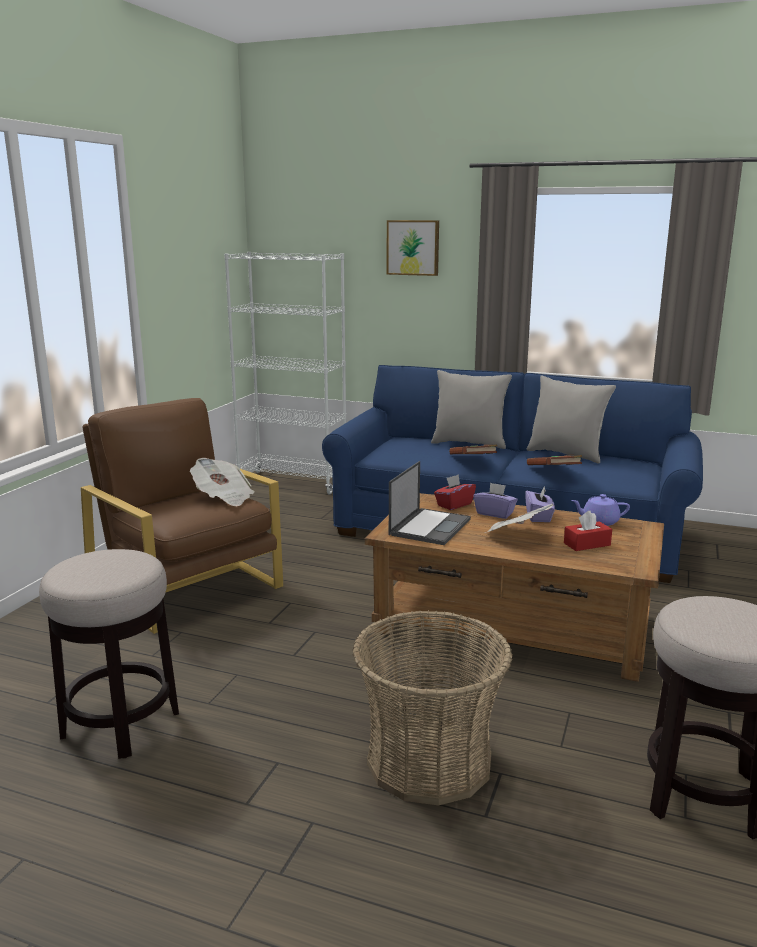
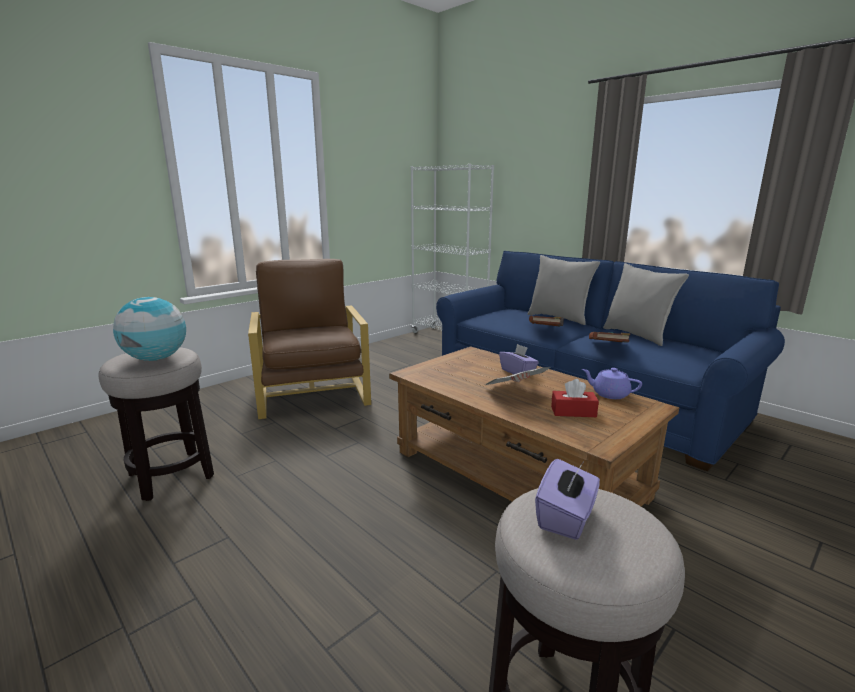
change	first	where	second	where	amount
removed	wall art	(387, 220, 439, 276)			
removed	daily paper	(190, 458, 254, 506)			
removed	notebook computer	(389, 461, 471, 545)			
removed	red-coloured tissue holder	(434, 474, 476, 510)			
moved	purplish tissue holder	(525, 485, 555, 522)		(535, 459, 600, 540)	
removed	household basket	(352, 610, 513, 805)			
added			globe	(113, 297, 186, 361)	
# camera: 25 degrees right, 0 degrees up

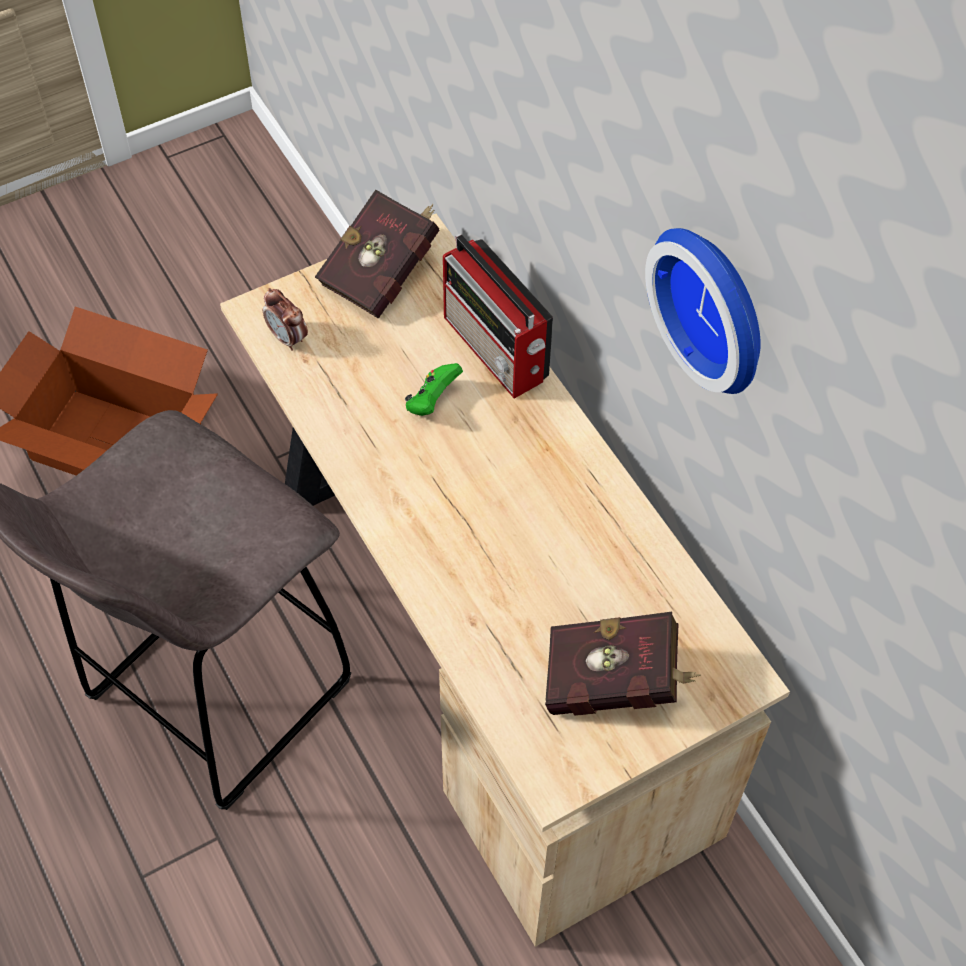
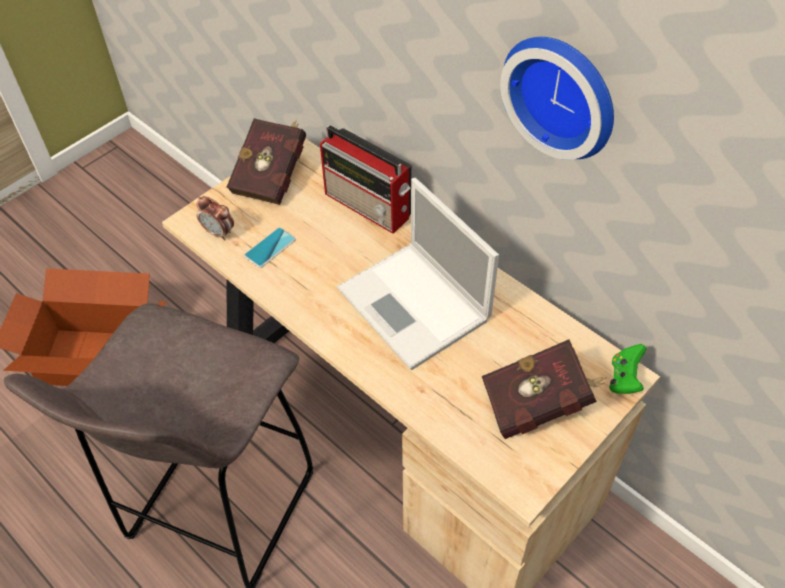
change	first	where	second	where	amount
moved	green gamepad	(405, 363, 463, 416)		(609, 344, 647, 394)	
added			notebook computer	(337, 178, 499, 370)	
added			phone	(244, 227, 296, 268)	
# camera: 15 degrees left, 5 degrees down

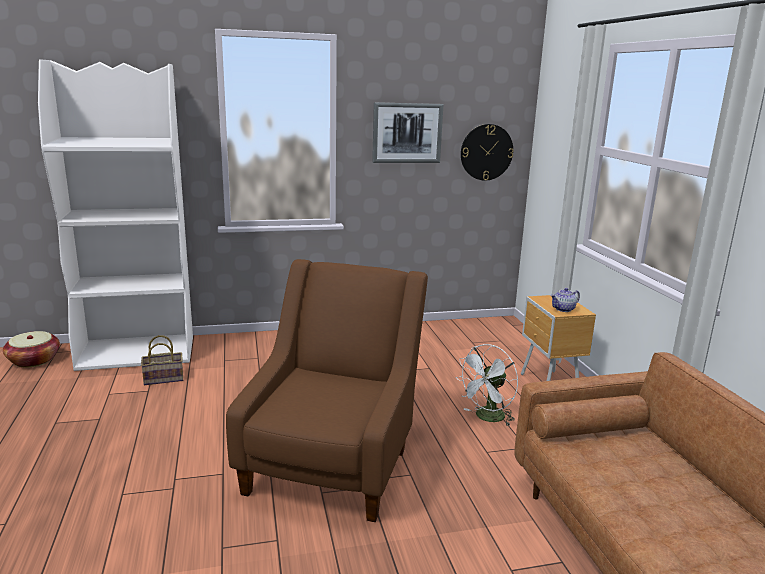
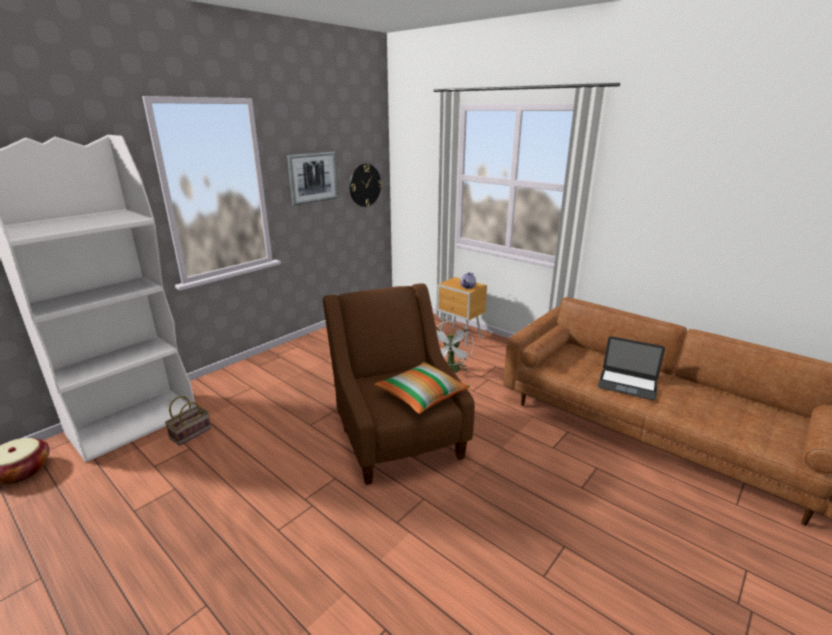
change	first	where	second	where	amount
added			notebook computer	(598, 336, 665, 400)	
added			cushion	(374, 361, 470, 414)	
# camera: 35 degrees left, 5 degrees up

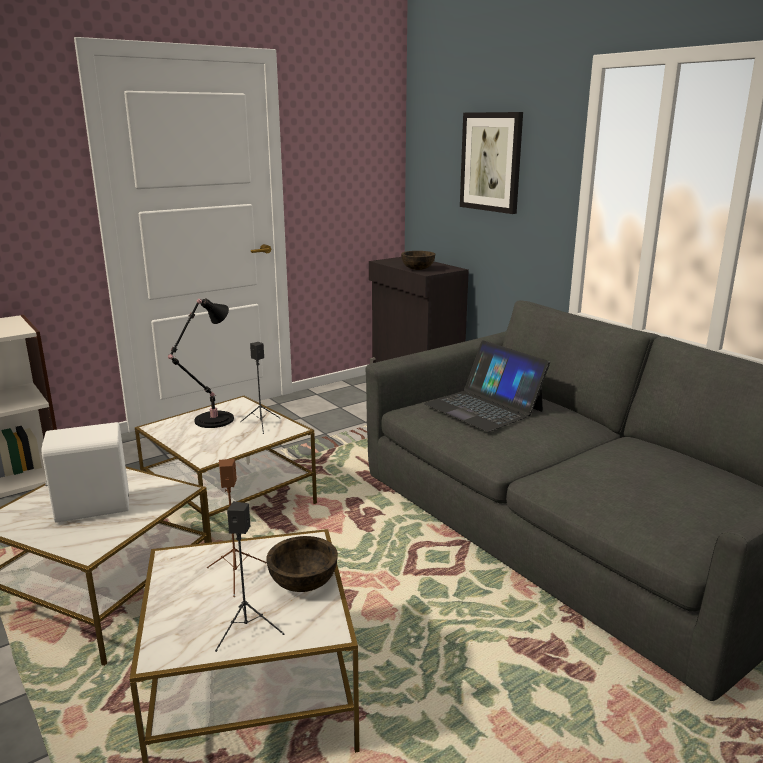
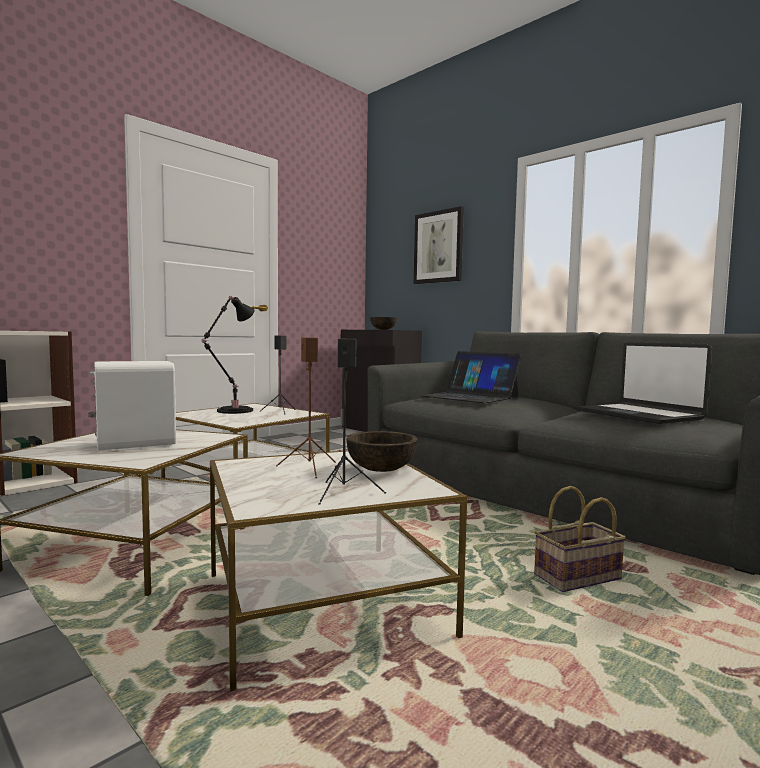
change	first	where	second	where	amount
added			notebook computer	(579, 342, 712, 424)	
added			household basket	(534, 486, 626, 592)	
# camera: 10 degrees left, 15 degrees down

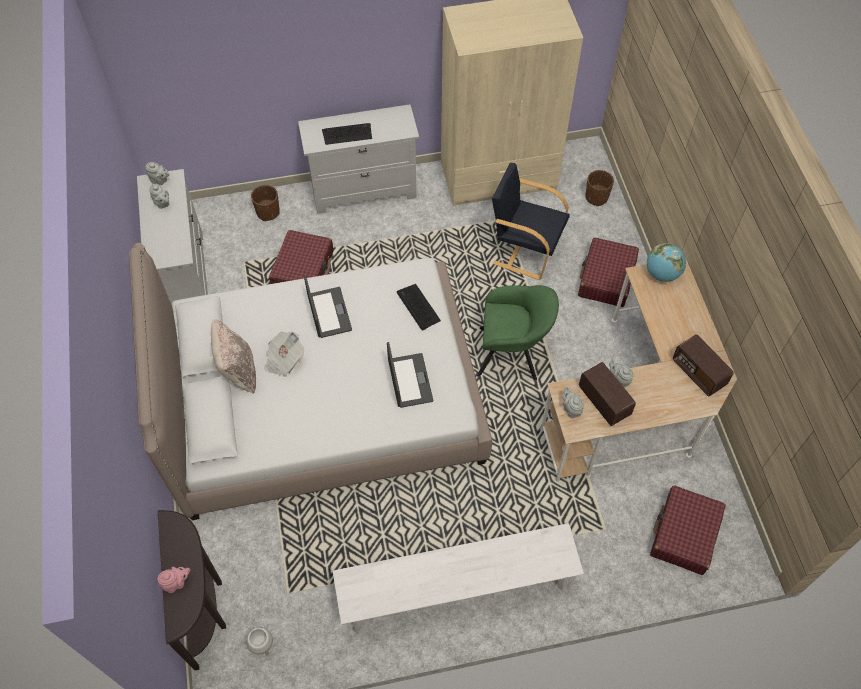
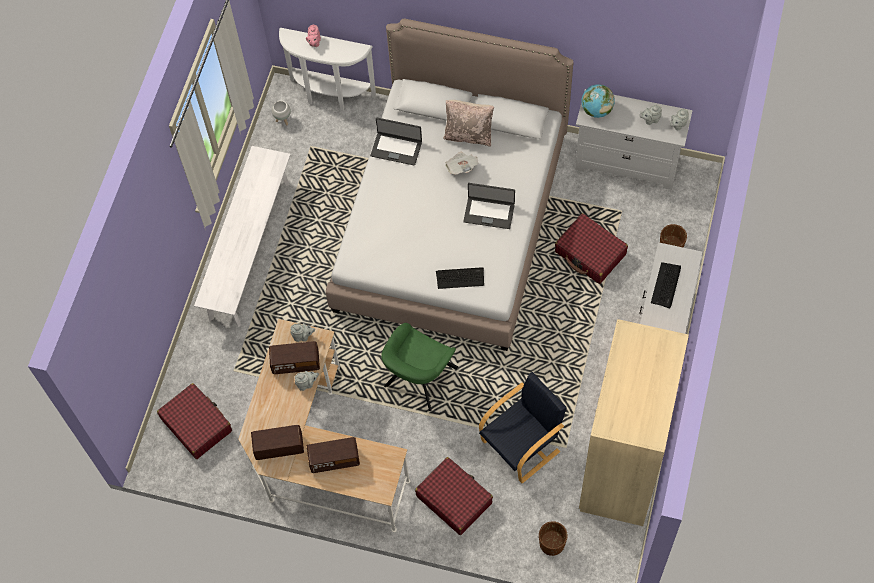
change	first	where	second	where	amount
moved	globe	(647, 243, 686, 282)		(581, 84, 615, 118)	
moved	notebook computer	(387, 342, 433, 408)		(370, 118, 422, 166)	
recoloured	brown-coloured console table	(158, 510, 226, 670)	whitish console table	(279, 28, 376, 111)	
added			radio	(307, 437, 360, 473)	
# camera: 120 degrees right, 5 degrees up

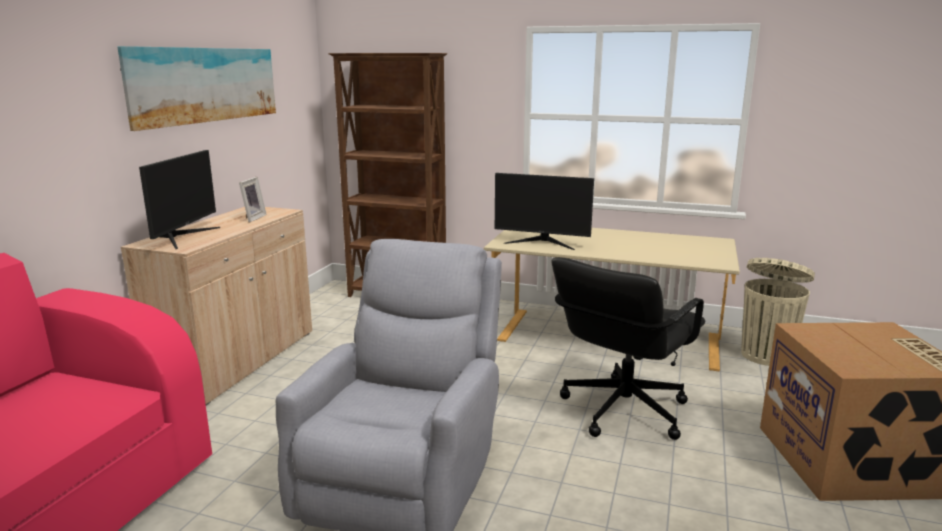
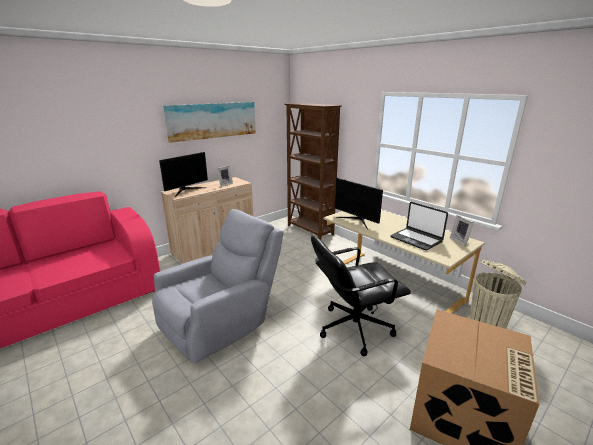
change	first	where	second	where	amount
added			notebook computer	(390, 202, 448, 250)	
added			photo frame	(450, 215, 474, 246)	
# camera: 30 degrees right, 5 degrees up

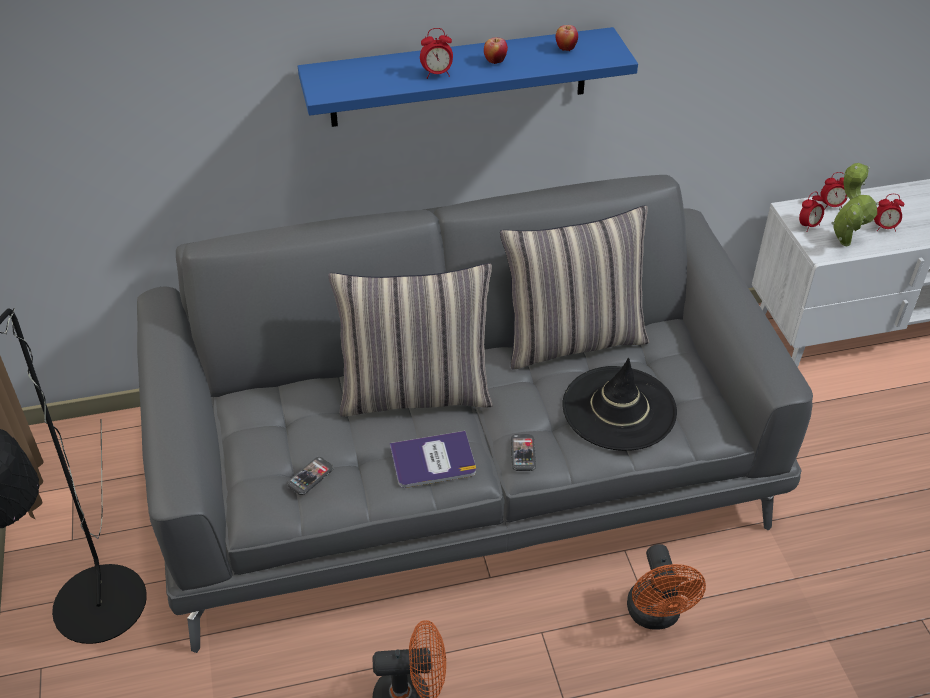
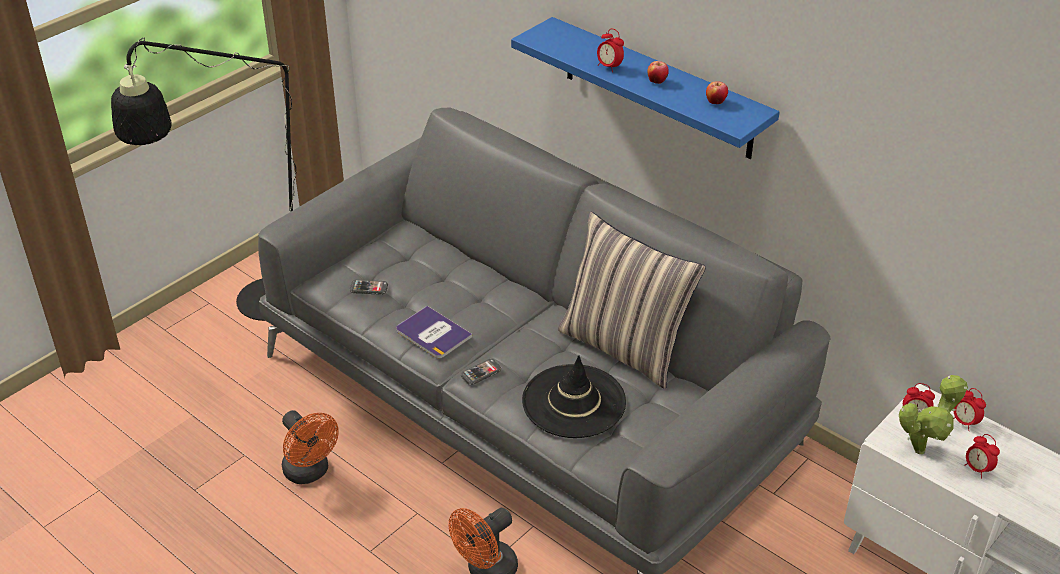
change	first	where	second	where	amount
removed	cushion	(328, 263, 493, 417)			
# camera: 55 degrees right, 5 degrees down

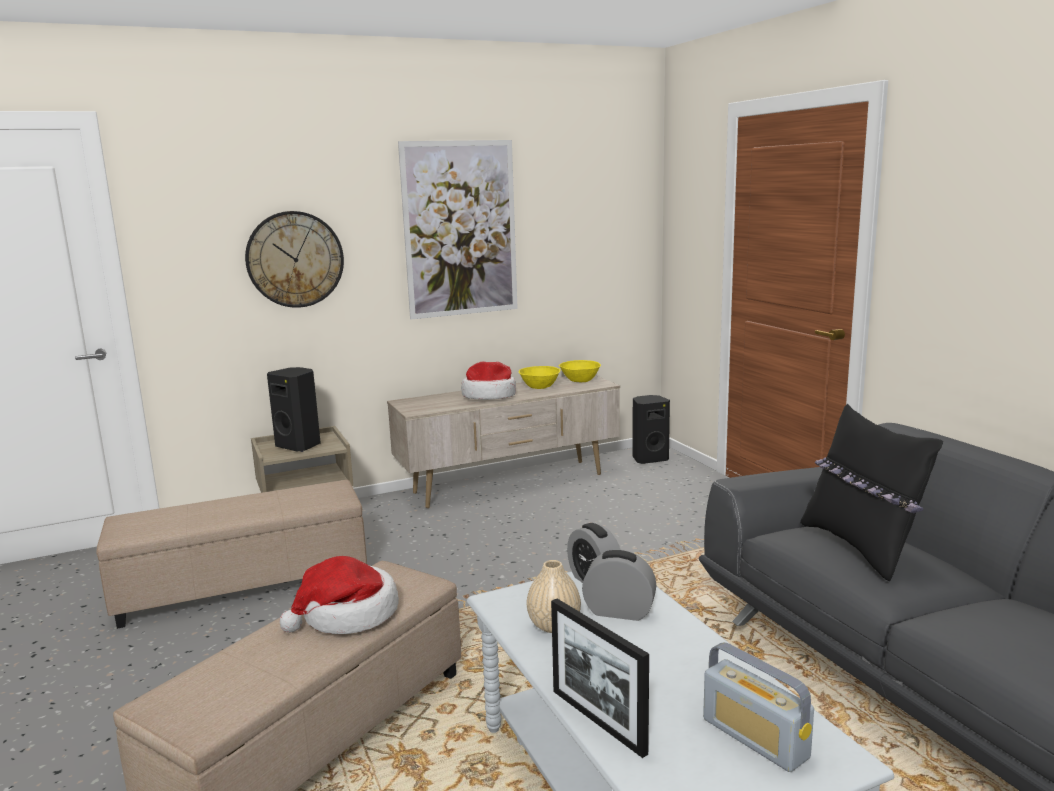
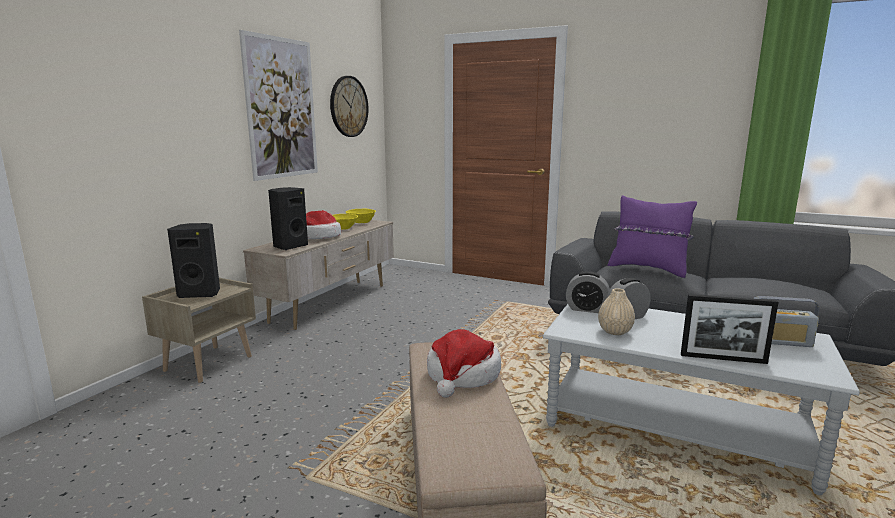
change	first	where	second	where	amount
moved	clock on the wall	(245, 211, 344, 308)		(330, 76, 368, 137)	
moved	black speaker	(632, 395, 670, 464)		(268, 187, 308, 250)	
recoloured	black cushion	(800, 404, 943, 581)	purplish cushion	(608, 195, 697, 278)	
removed	beige ottoman	(96, 480, 367, 629)			
# camera: 40 degrees left, 0 degrees up

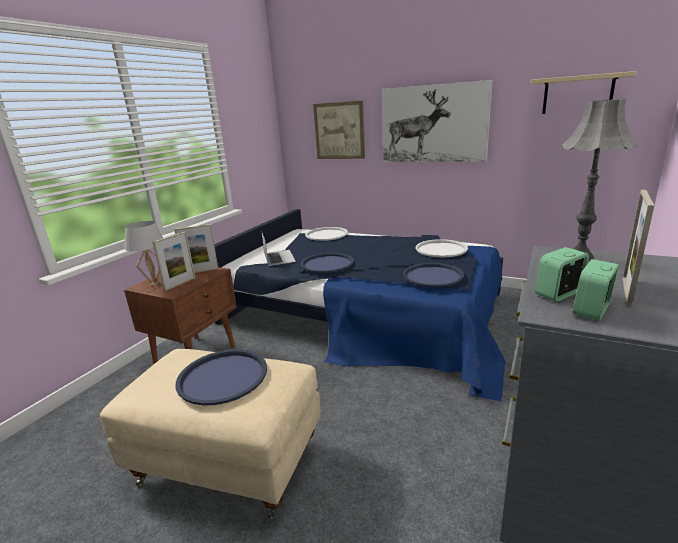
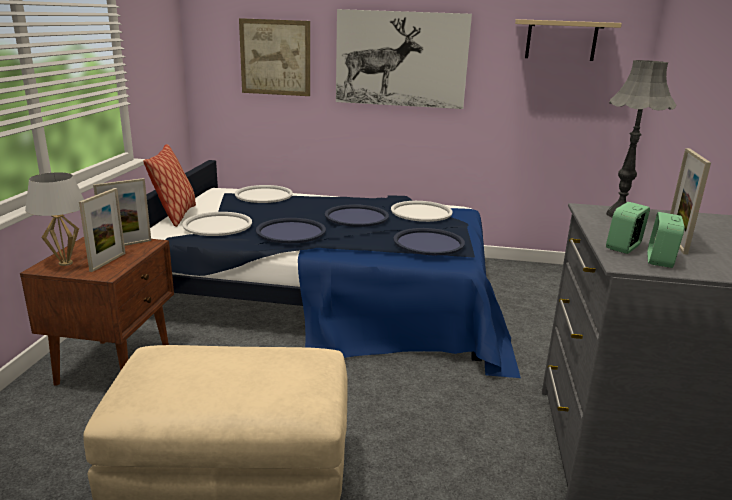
change	first	where	second	where	amount
replaced	notebook computer	(261, 230, 296, 266)	whitish tray	(182, 212, 252, 236)	
moved	blue tray	(176, 349, 267, 406)		(325, 204, 389, 227)	
added			cushion	(143, 144, 196, 227)	
# camera: 20 degrees left, 0 degrees up

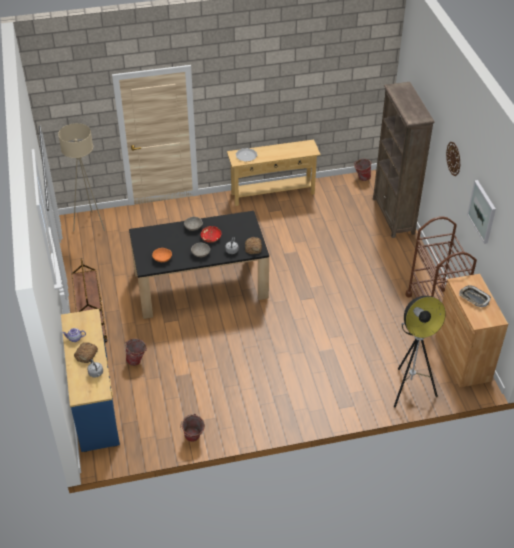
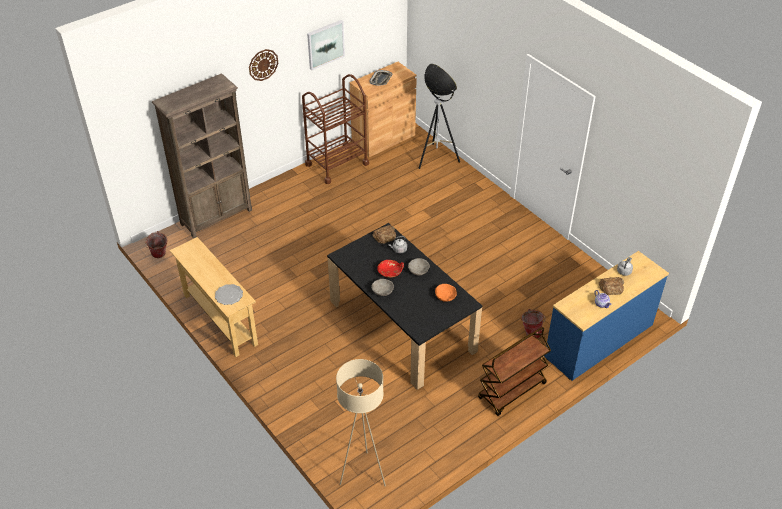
change	first	where	second	where	amount
removed	pail	(180, 414, 205, 442)			
# camera: 115 degrees left, 0 degrees up

